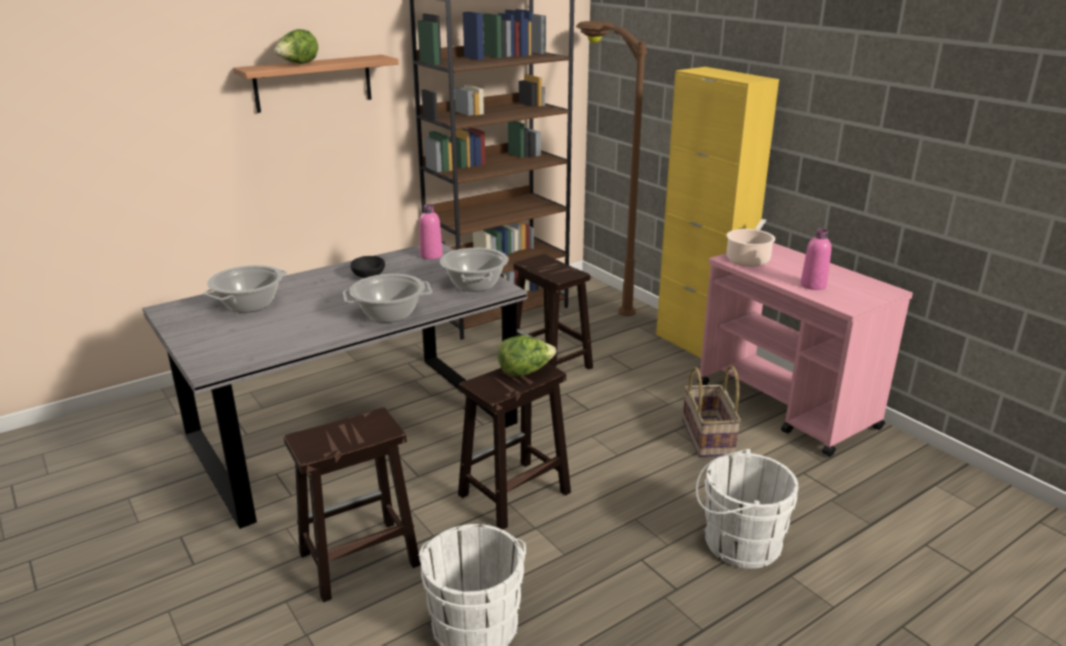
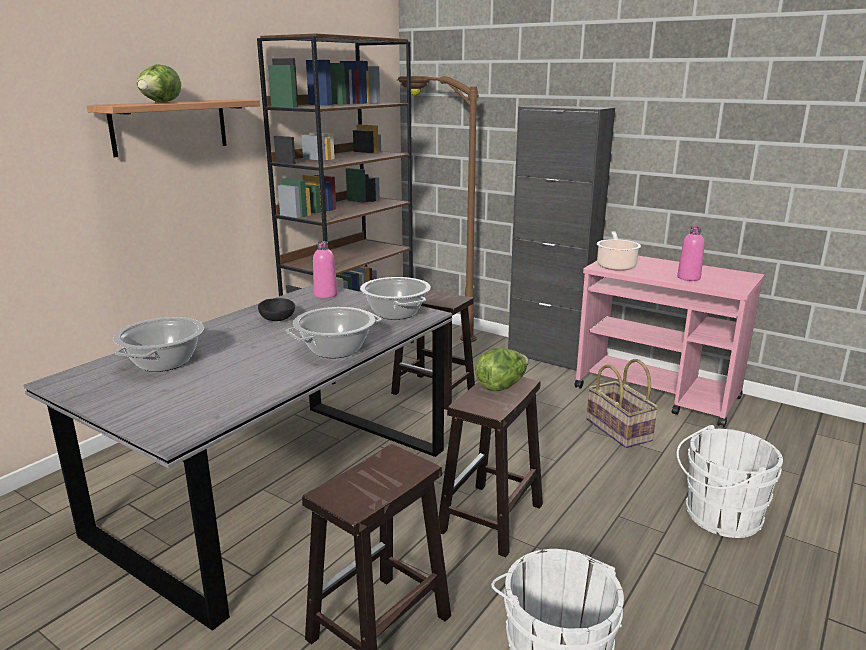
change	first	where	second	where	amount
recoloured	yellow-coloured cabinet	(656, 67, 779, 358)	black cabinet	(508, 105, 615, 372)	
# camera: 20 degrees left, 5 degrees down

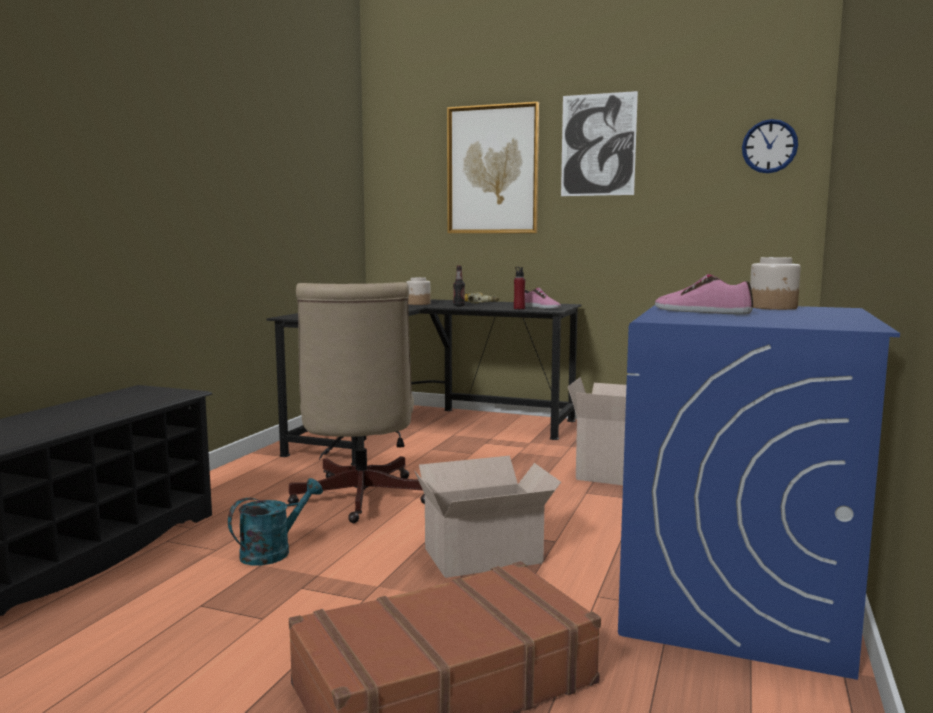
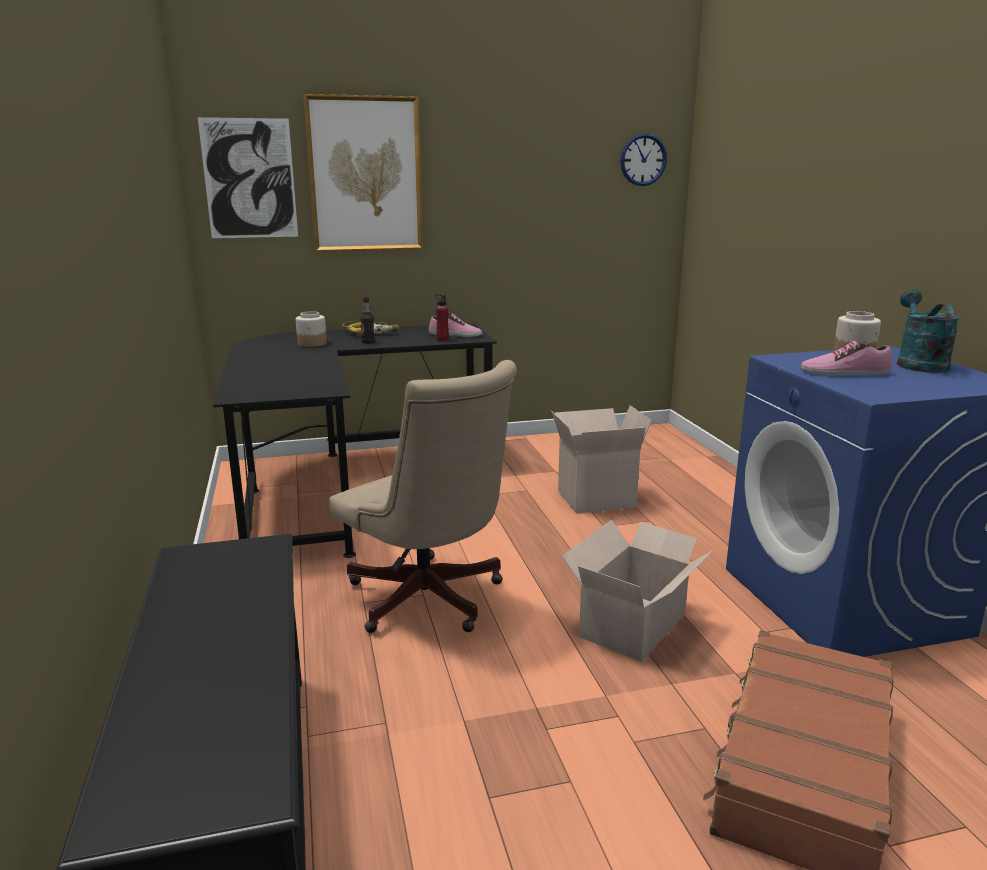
change	first	where	second	where	amount
moved	wall art	(561, 91, 638, 196)		(198, 117, 298, 238)	
moved	turquoise-coloured watering pot	(228, 478, 323, 566)		(897, 290, 960, 373)	
# camera: 35 degrees left, 10 degrees up

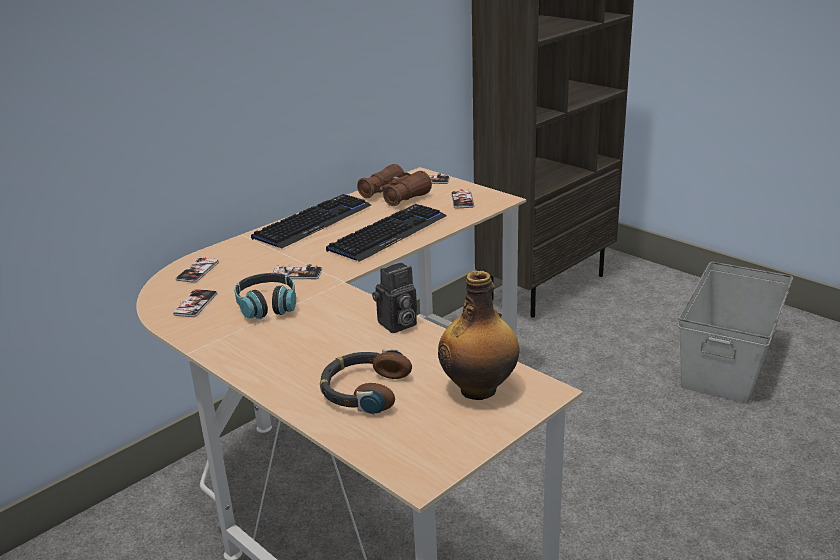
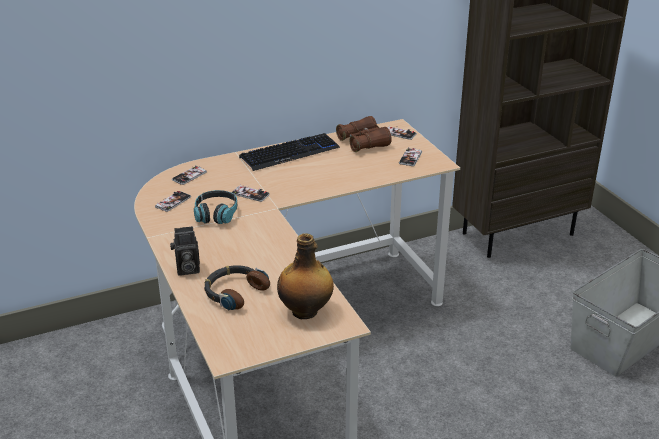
change	first	where	second	where	amount
removed	PC keyboard	(326, 204, 447, 262)			
moved	still camera	(372, 262, 417, 333)		(170, 226, 200, 275)	
# camera: 20 degrees right, 5 degrees up

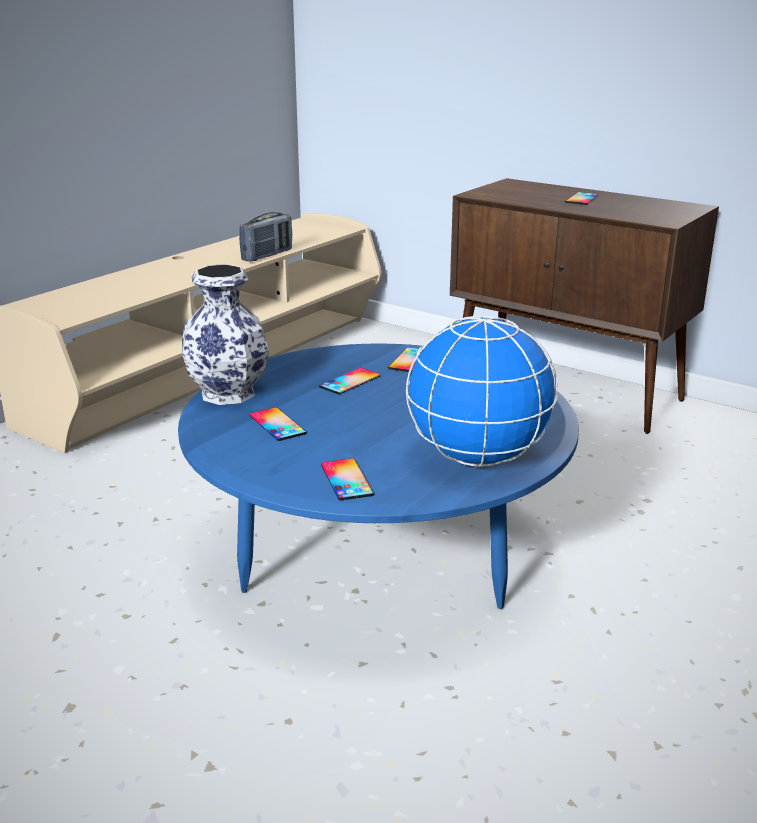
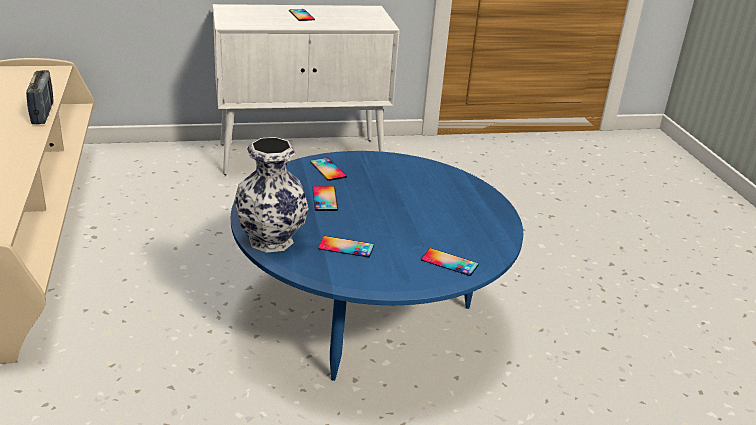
change	first	where	second	where	amount
recoloured	brown-coloured cabinet	(450, 178, 719, 434)	whitish cabinet	(213, 4, 400, 175)	
removed	globe	(406, 315, 558, 467)			
# camera: 50 degrees left, 5 degrees up

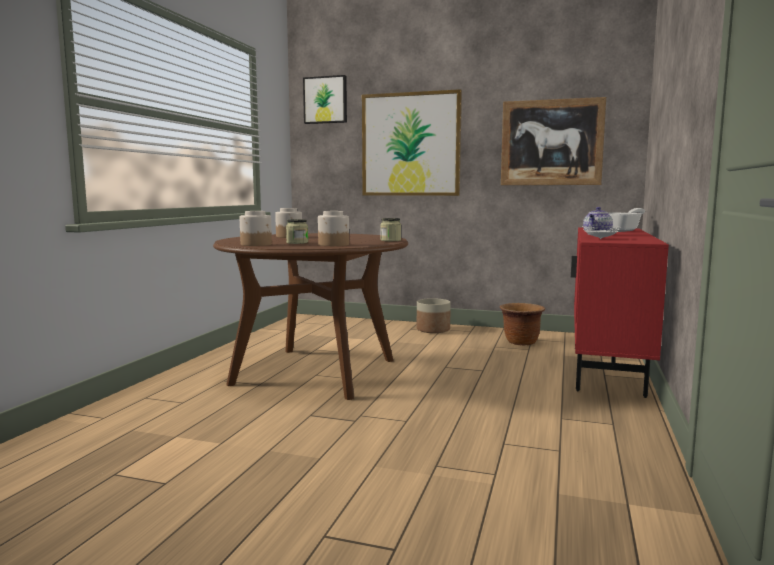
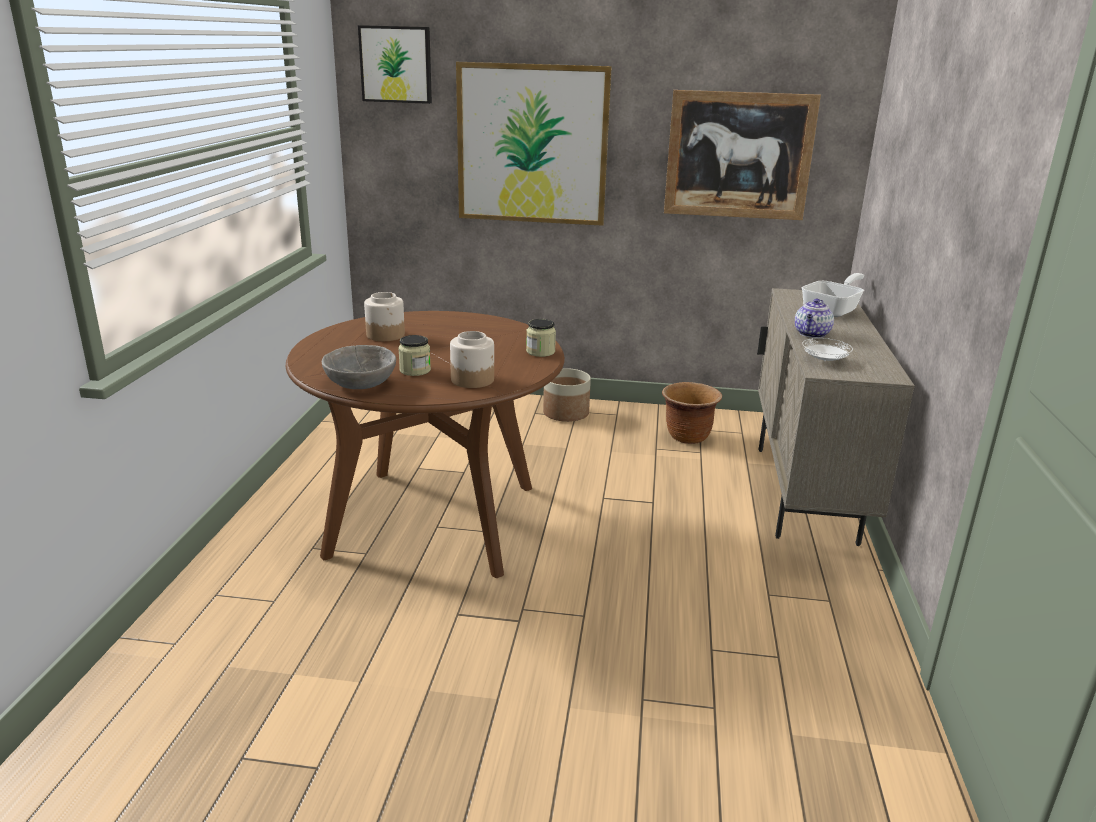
change	first	where	second	where	amount
replaced	jar	(240, 211, 272, 246)	gray bowl	(322, 345, 396, 389)	
recoloured	red-coloured cabinet	(571, 227, 669, 398)	beige cabinet	(757, 288, 915, 546)	
# camera: 10 degrees left, 15 degrees up

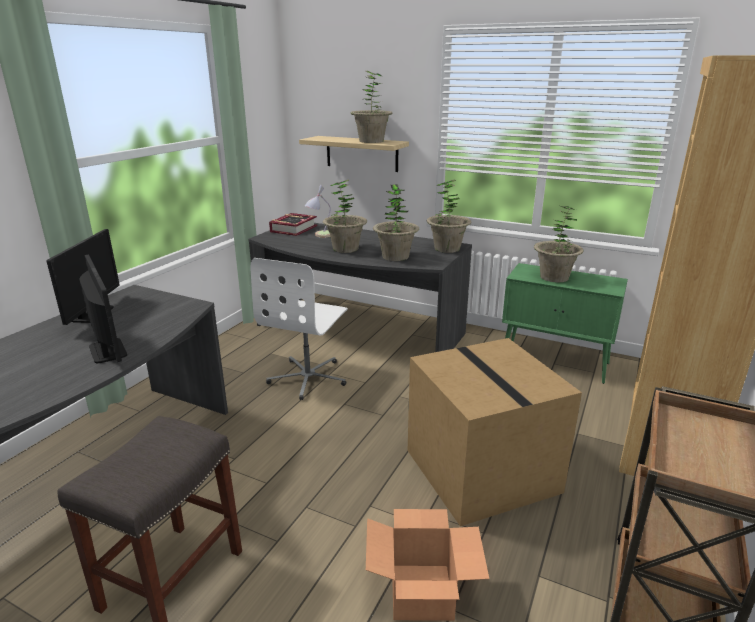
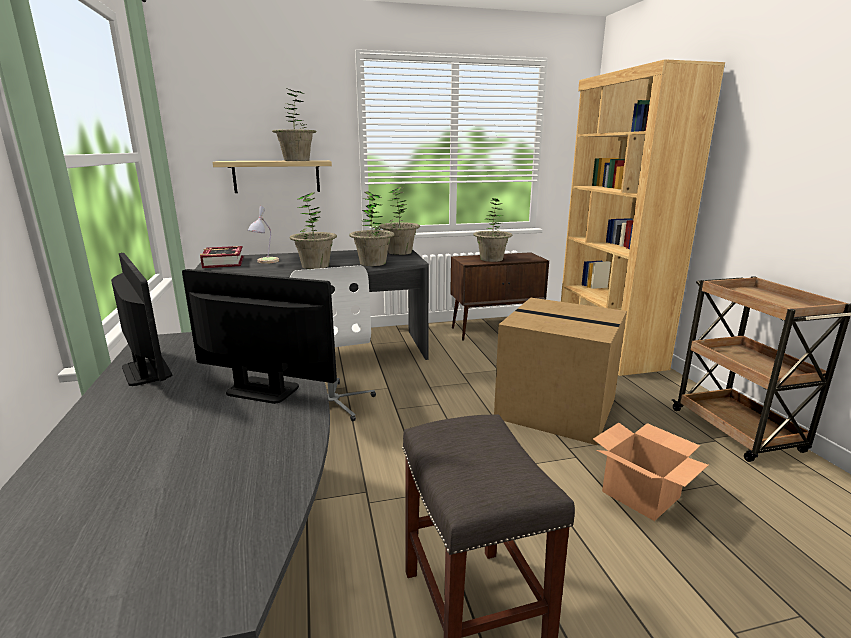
change	first	where	second	where	amount
recoloured	green cabinet	(502, 263, 628, 384)	brown-coloured cabinet	(450, 252, 549, 341)	
# camera: 40 degrees left, 5 degrees down

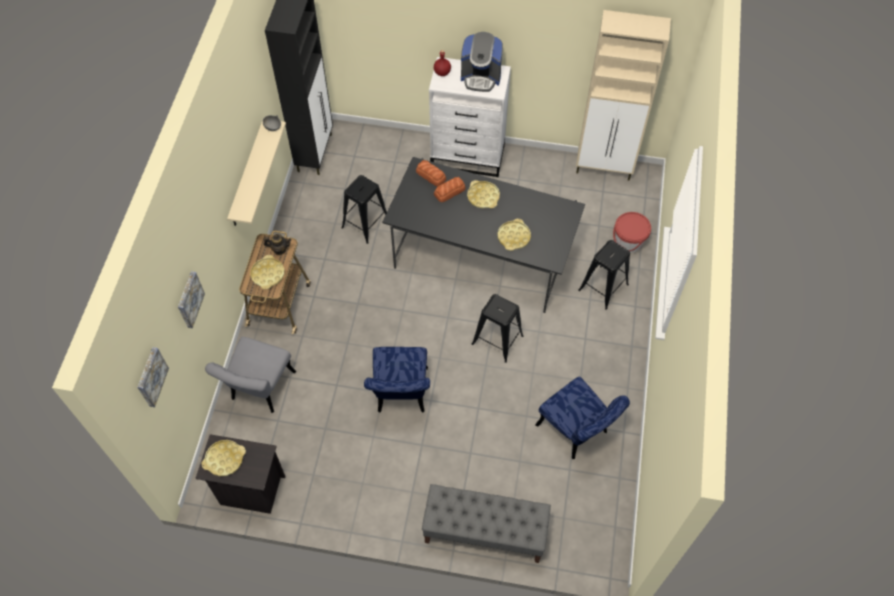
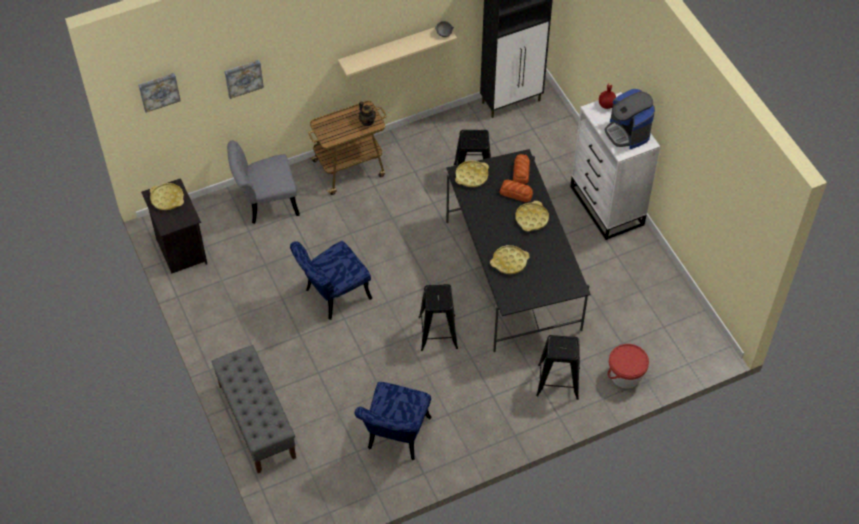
change	first	where	second	where	amount
removed	beige cabinet	(576, 10, 671, 180)			
moved	yellow-coloured tray	(250, 255, 285, 289)		(455, 160, 489, 187)	
# camera: 55 degrees right, 5 degrees down

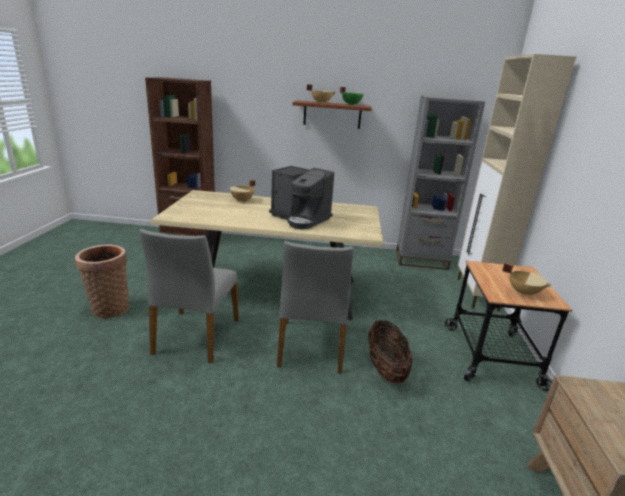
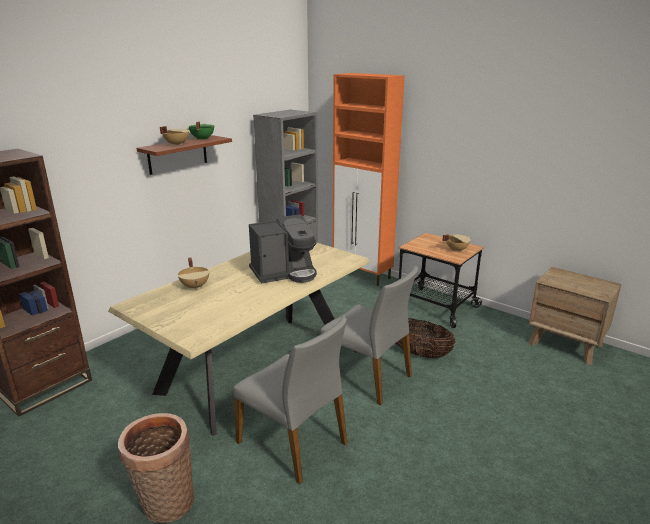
change	first	where	second	where	amount
recoloured	beige cabinet	(458, 54, 576, 311)	orange cabinet	(332, 73, 405, 286)	
# camera: 55 degrees left, 0 degrees up

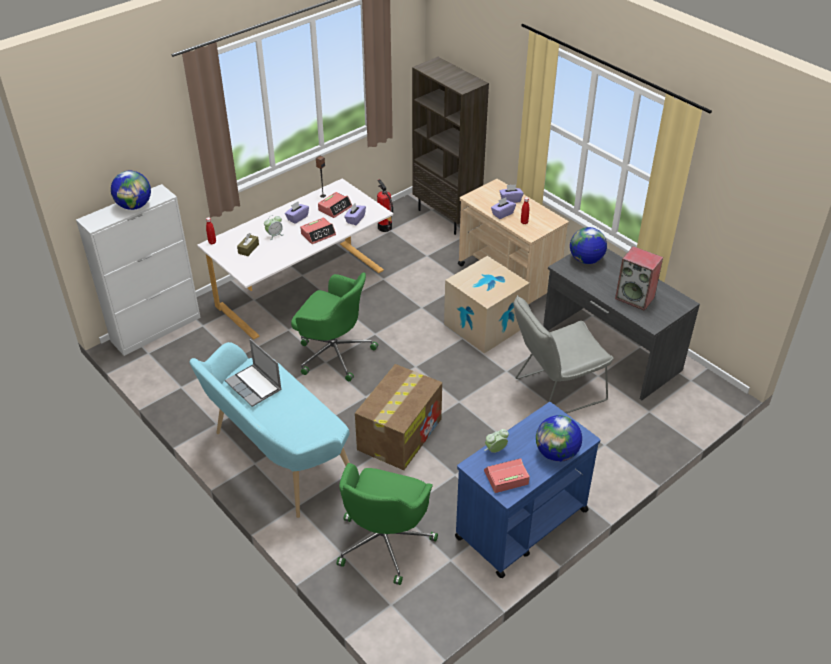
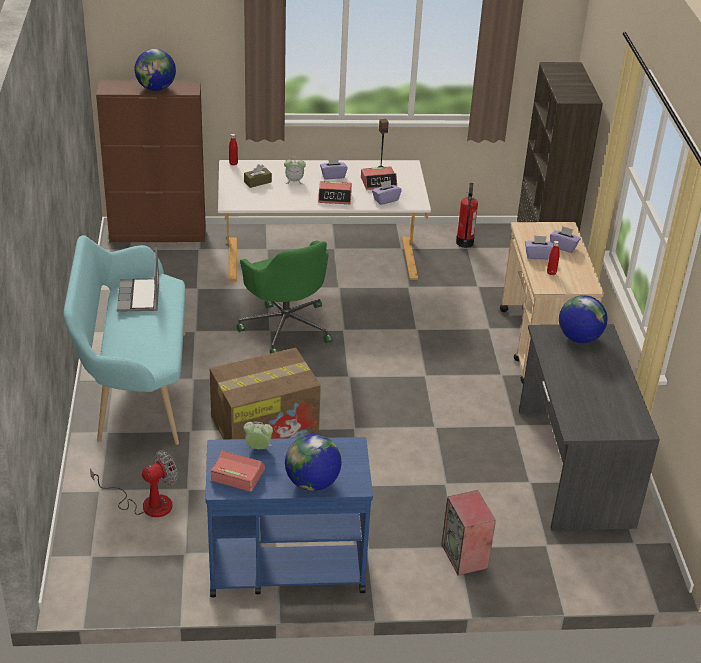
change	first	where	second	where	amount
recoloured	whitish cabinet	(76, 184, 201, 356)	brown-coloured cabinet	(96, 80, 206, 242)	
moved	speaker	(615, 246, 663, 311)		(442, 490, 496, 576)	
removed	carton	(444, 256, 530, 354)			
removed	gray plain chair	(514, 295, 613, 414)			
replaced	green desk chair	(336, 463, 438, 585)	fan	(90, 450, 178, 517)	
# camera: 35 degrees right, 5 degrees down

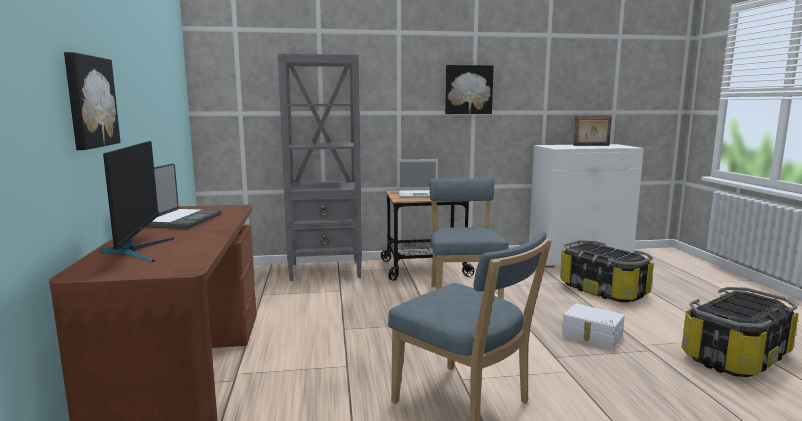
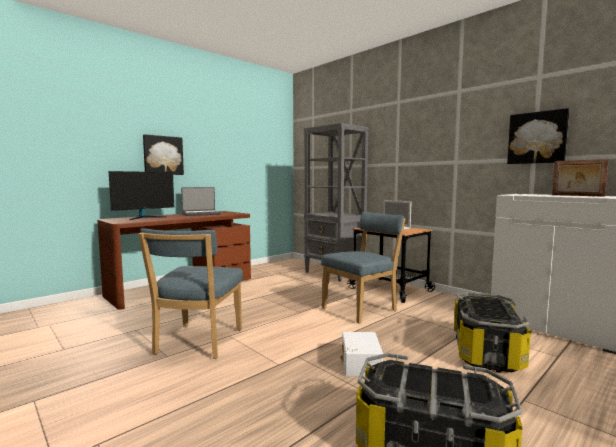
change	first	where	second	where	amount
moved	wall art	(445, 65, 494, 114)		(507, 108, 569, 164)	
# camera: 55 degrees right, 5 degrees down

